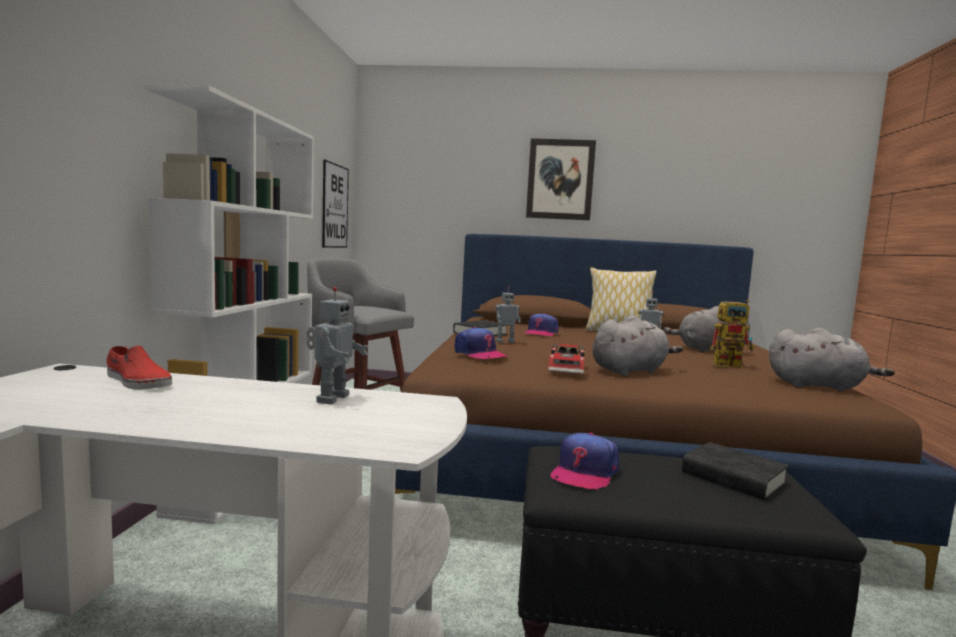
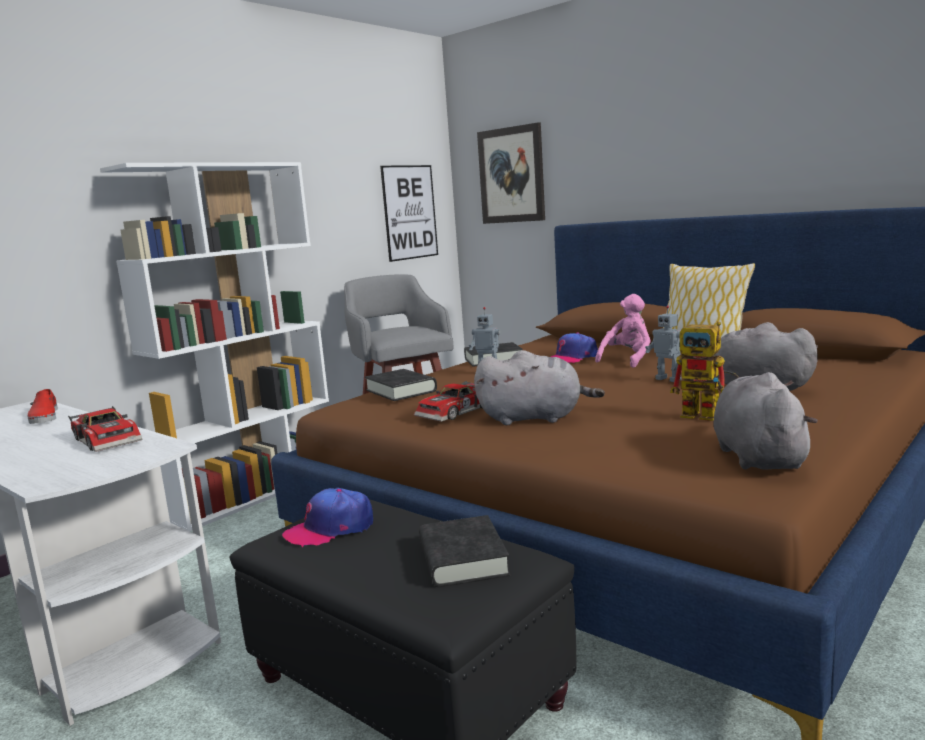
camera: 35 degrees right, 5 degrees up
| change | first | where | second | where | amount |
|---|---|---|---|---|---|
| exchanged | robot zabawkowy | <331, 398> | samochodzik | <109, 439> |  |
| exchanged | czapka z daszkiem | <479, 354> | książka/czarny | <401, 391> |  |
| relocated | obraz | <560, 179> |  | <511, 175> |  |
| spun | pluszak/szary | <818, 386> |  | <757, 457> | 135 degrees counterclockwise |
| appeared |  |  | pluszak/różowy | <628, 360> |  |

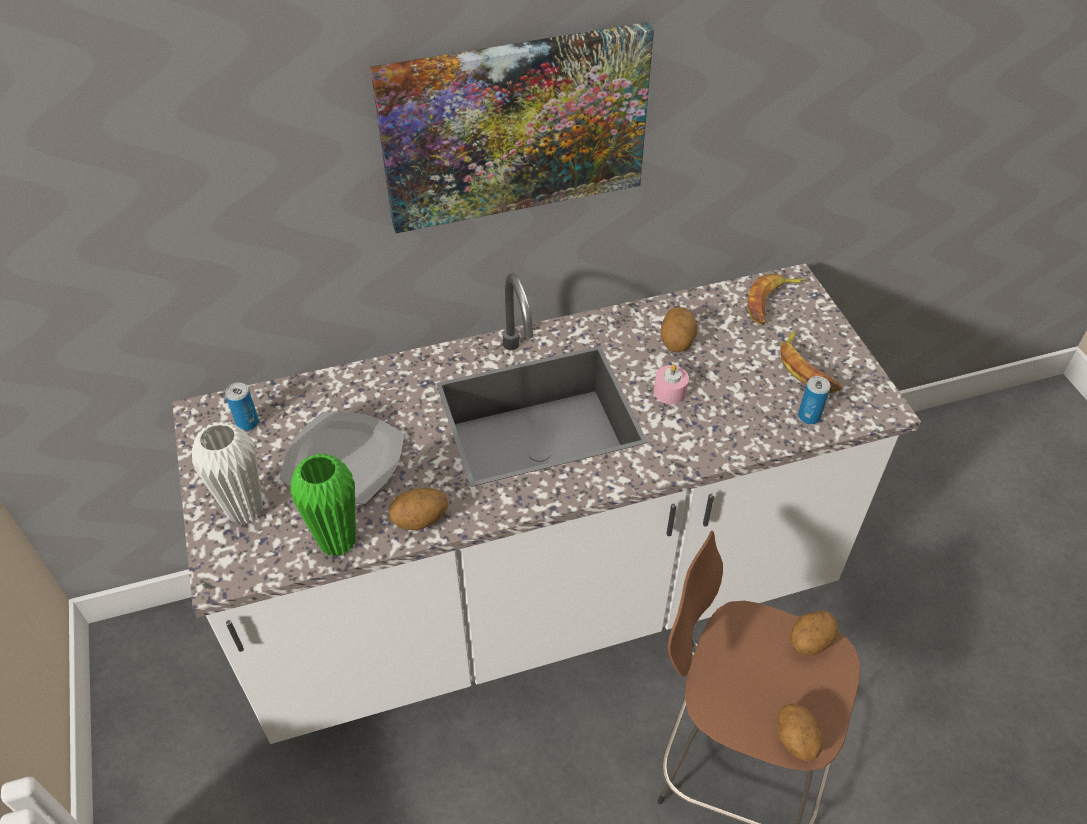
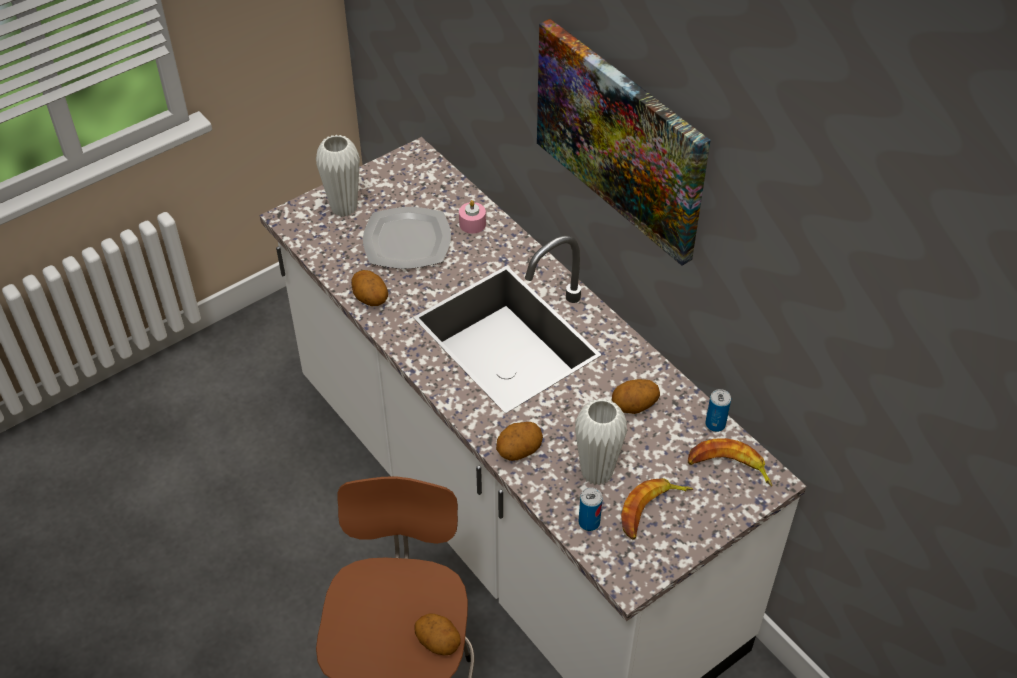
camera: 70 degrees right, 0 degrees up
| change | first | where | second | where | amount |
|---|---|---|---|---|---|
| relocated | puszka | <247, 423> |  | <715, 424> |  |
| missing | wazon/zielony | <337, 541> |  |  |  |
| relocated | świeca/różowy | <670, 391> |  | <472, 224> |  |
| relocated | ziemniak | <794, 740> |  | <519, 451> |  |
| appeared |  |  | wazon/biały | <596, 473> |  |

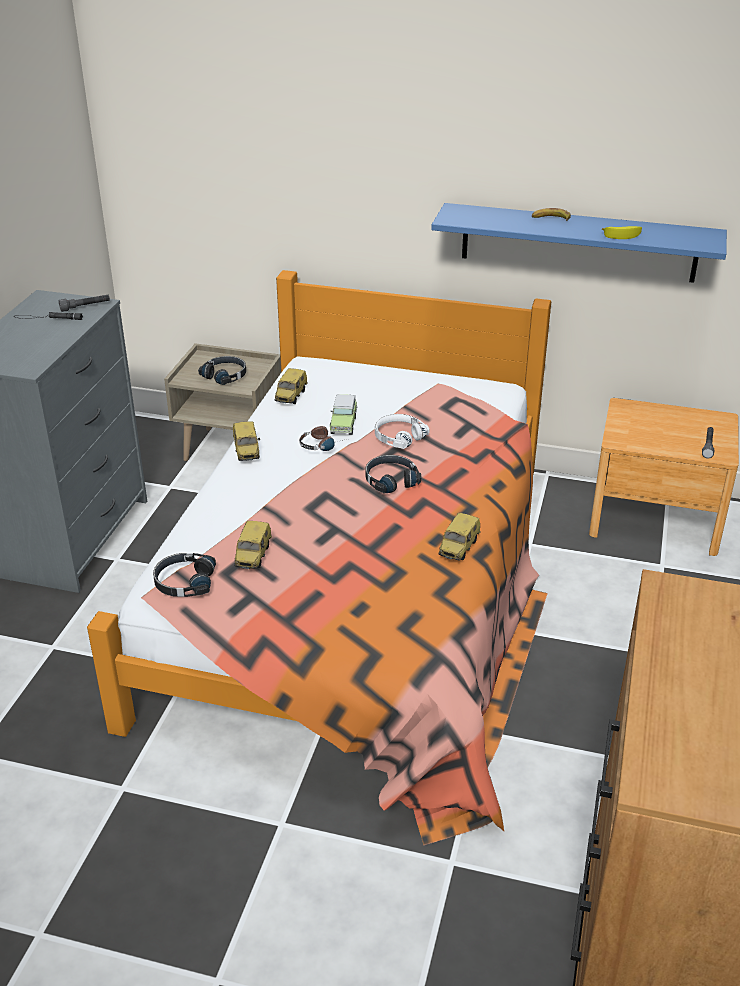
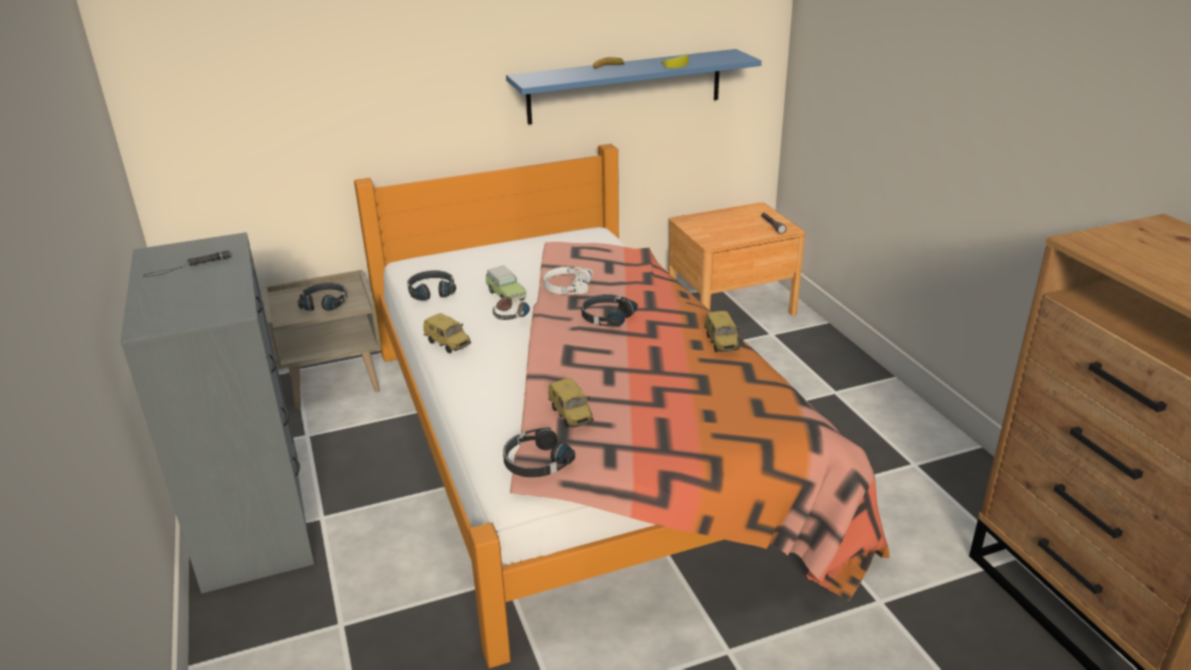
camera: 35 degrees left, 5 degrees down
| change | first | where | second | where | amount |
|---|---|---|---|---|---|
| missing | latarka/szary | <85, 307> |  |  |  |
| exchanged | samochodzik | <291, 397> | słuchawki/czarny | <431, 291> |  |

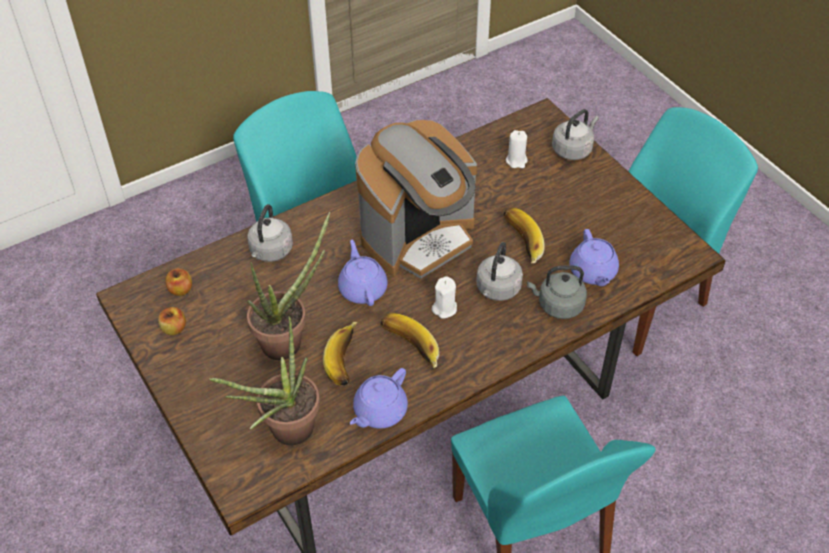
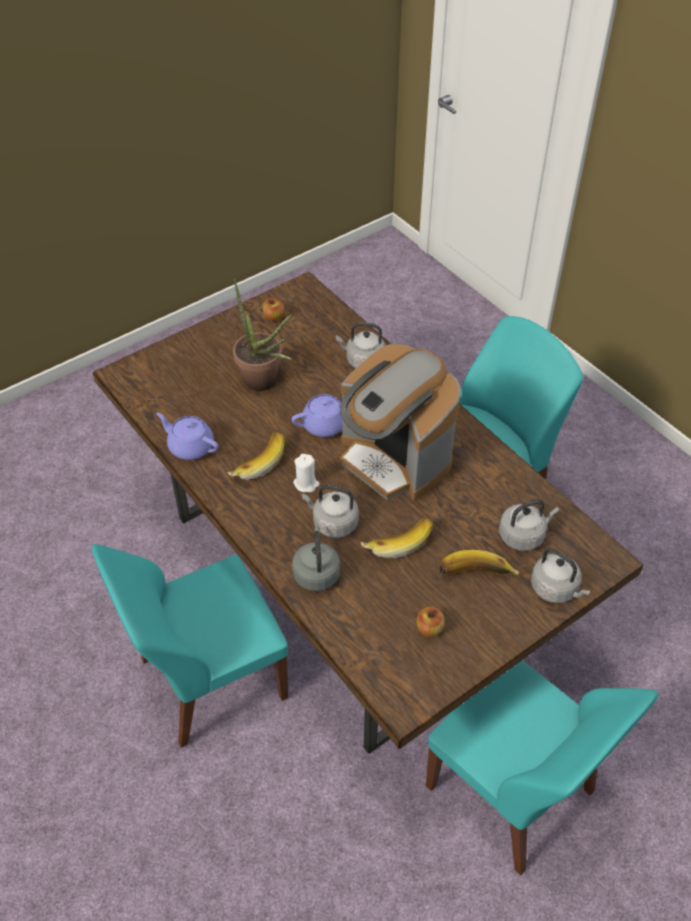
camera: 85 degrees right, 0 degrees up
| change | first | where | second | where | amount |
|---|---|---|---|---|---|
| relocated | jabłko | <181, 290> |  | <429, 629> |  |
| missing | roślina doniczkowa | <284, 433> |  |  |  |
| relocated | banan | <347, 361> |  | <476, 577> |  |
| exchanged | świeca/biały | <516, 161> | czajnik/szary | <523, 535> |  |
| missing | imbryk/fioletowy | <593, 272> |  |  |  |

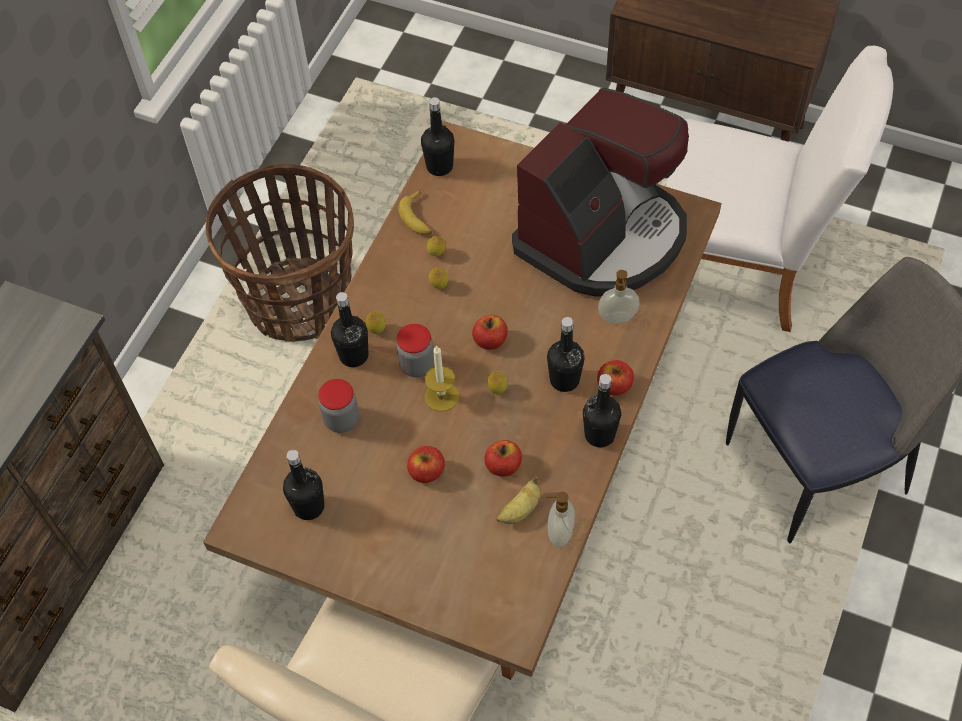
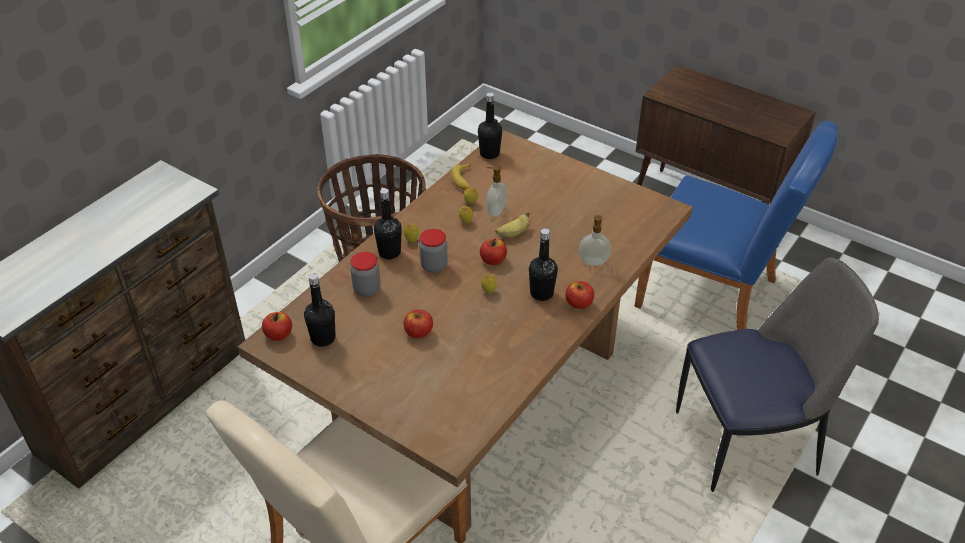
camera: 10 degrees right, 15 degrees down
| change | first | where | second | where | amount |
|---|---|---|---|---|---|
| missing | świeca | <441, 396> |  |  |  |
| relocated | jabłko | <503, 466> |  | <279, 335> |  |
| relocated | banan | <520, 510> |  | <513, 234> |  |
| missing | ekspres do kawy | <603, 236> |  |  |  |
| relocated | dozownik mydła | <559, 533> |  | <495, 211> |  |
| missing | butelka/czarny | <599, 434> |  |  |  |
| colour | krzesło/biały | <742, 267> | krzesło/niebieski | <716, 298> |  |

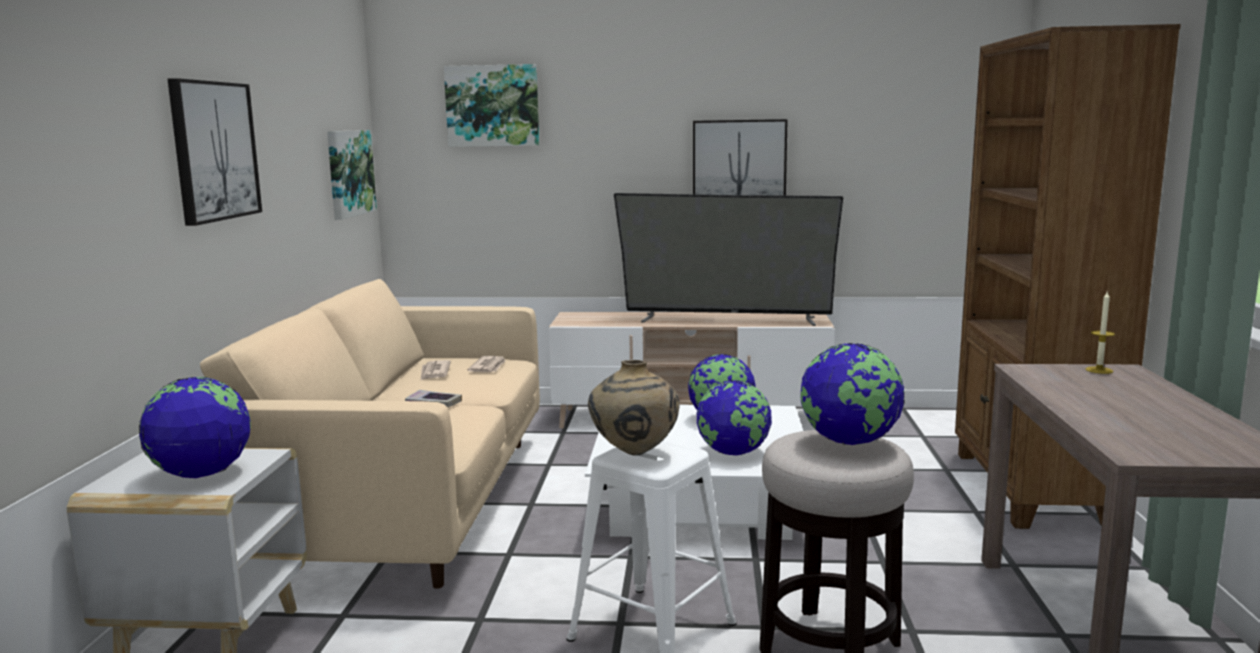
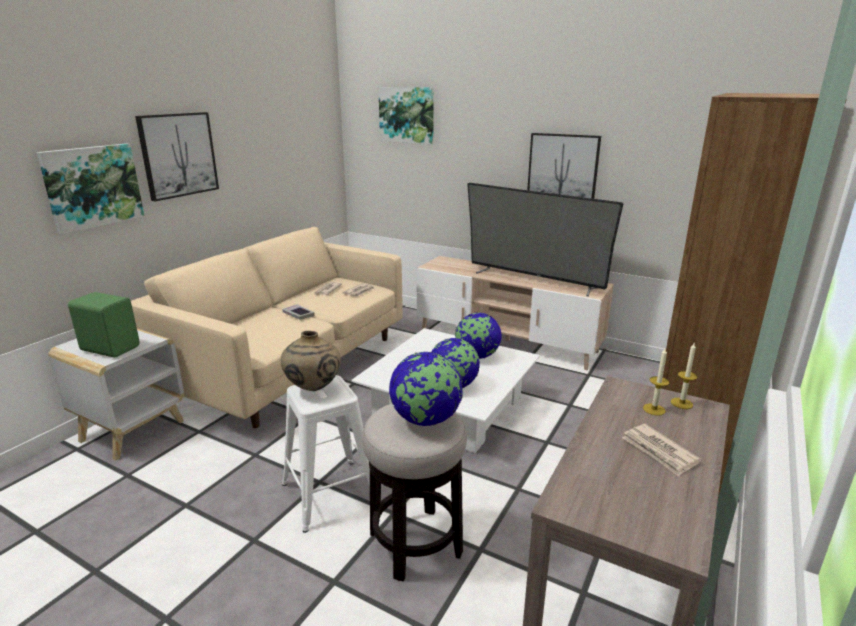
camera: 25 degrees right, 10 degrees up
| change | first | where | second | where | amount |
|---|---|---|---|---|---|
| exchanged | globus | <201, 474> | głośnik/zielony | <111, 348> |  |
| relocated | obraz | <349, 173> |  | <92, 186> |  |
| appeared |  |  | gazeta | <659, 451> |  |
| appeared |  |  | świeca | <654, 409> |  |

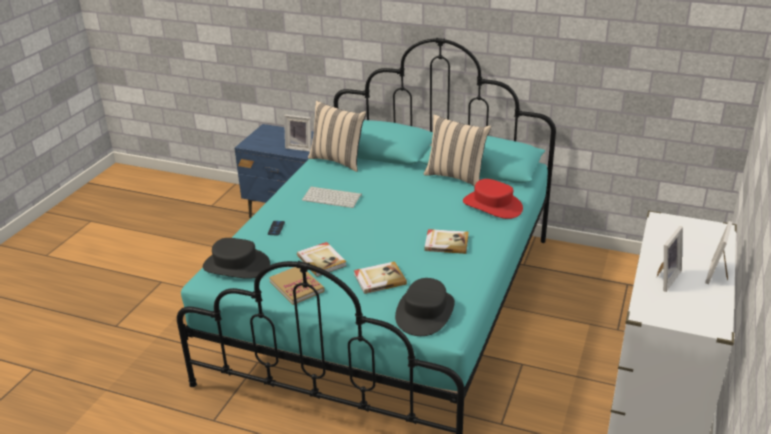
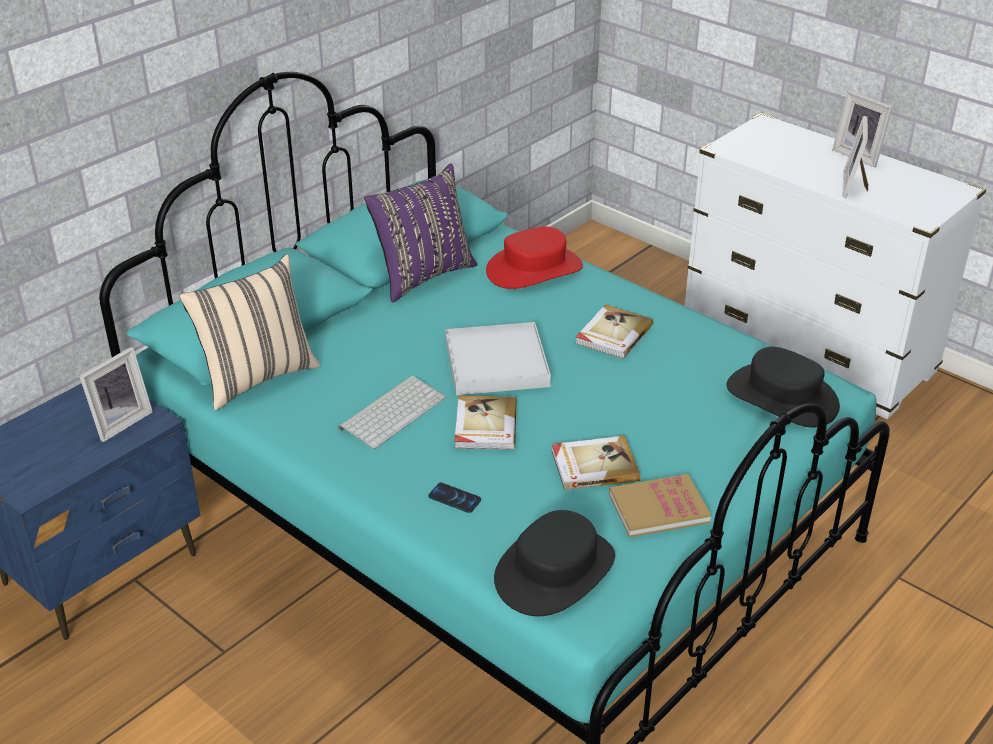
camera: 70 degrees left, 5 degrees up
| change | first | where | second | where | amount |
|---|---|---|---|---|---|
| relocated | książka | <379, 279> |  | <484, 426> |  |
| colour | poduszka/beżowy | <456, 176> | poduszka/fioletowy | <422, 275> |  |
| spun | ramka na zdjęcie | <664, 278> |  | <855, 186> | 135 degrees counterclockwise |
| appeared |  |  | taca/biały | <497, 363> |  |

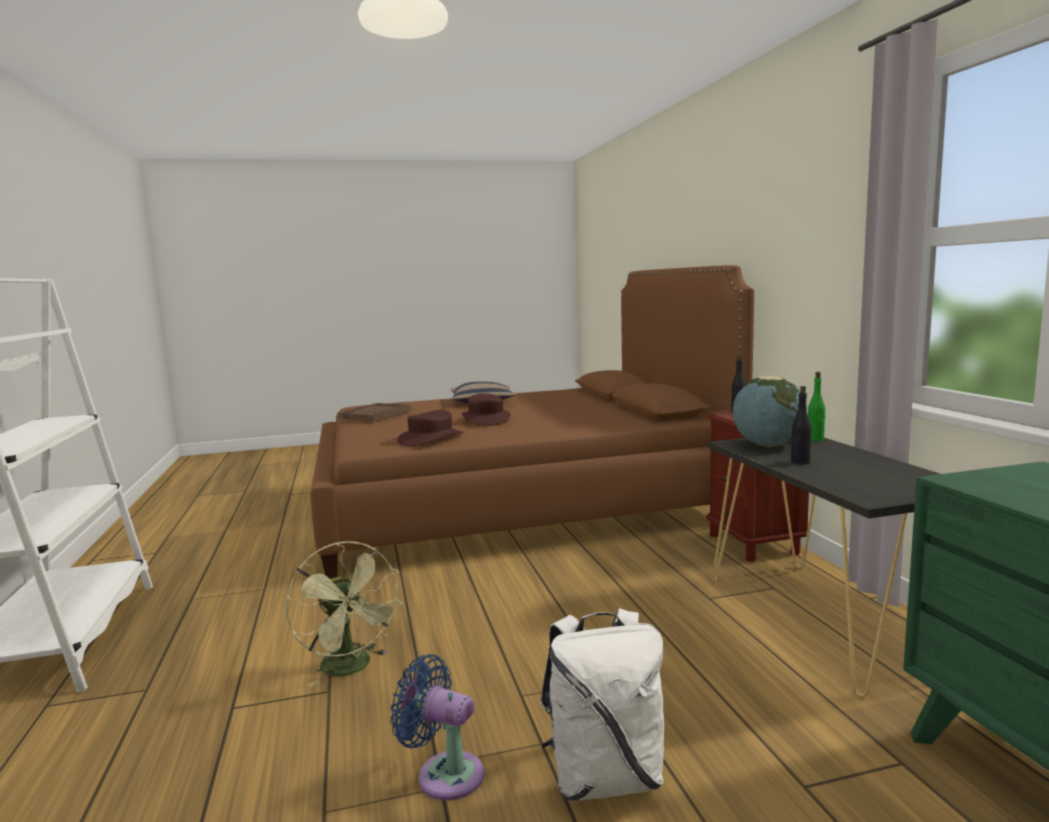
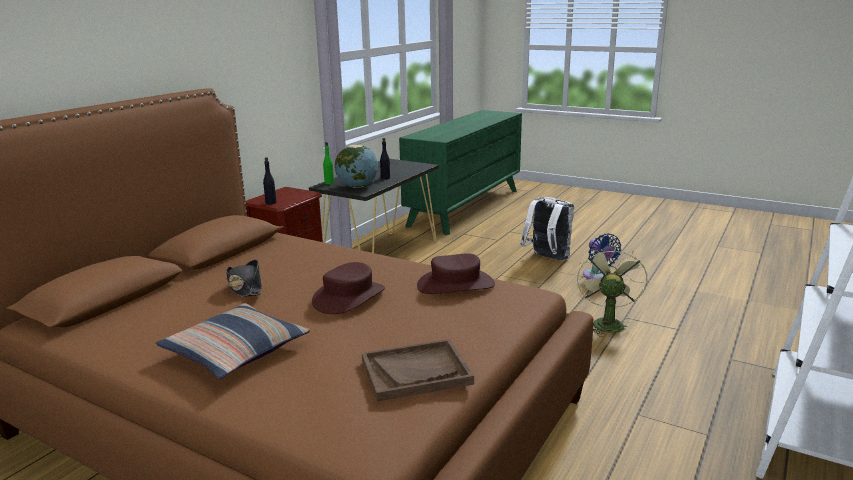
camera: 135 degrees left, 10 degrees up
| change | first | where | second | where | amount |
|---|---|---|---|---|---|
| appeared |  |  | kapelusz/czarny | <245, 287> |  |

